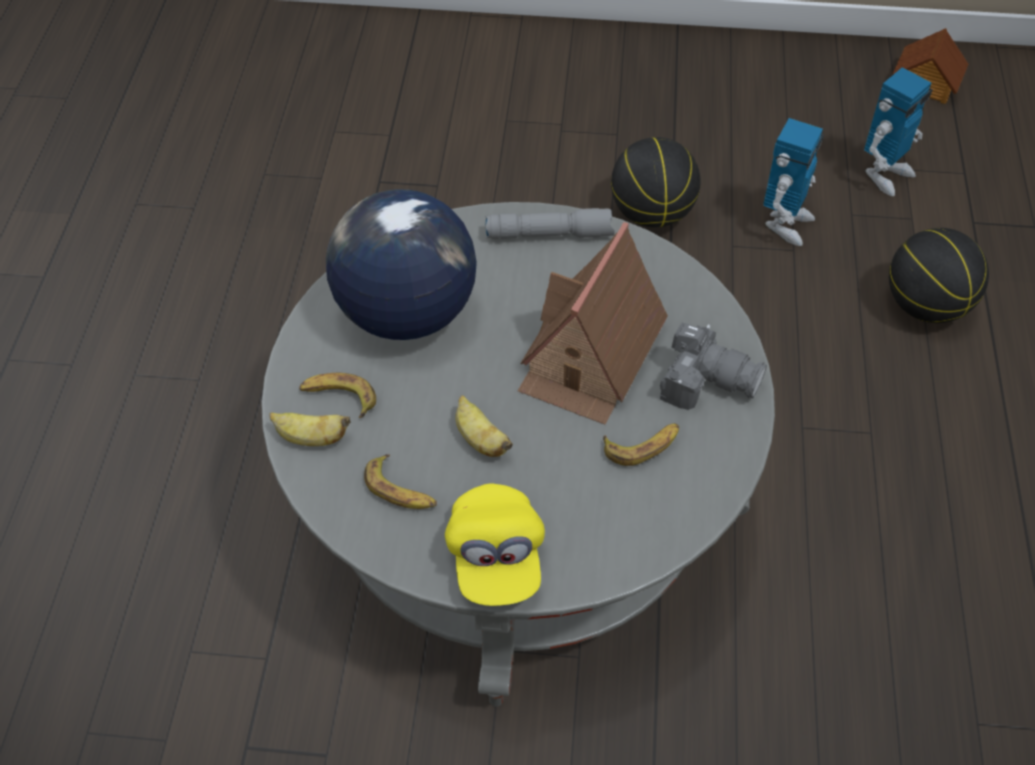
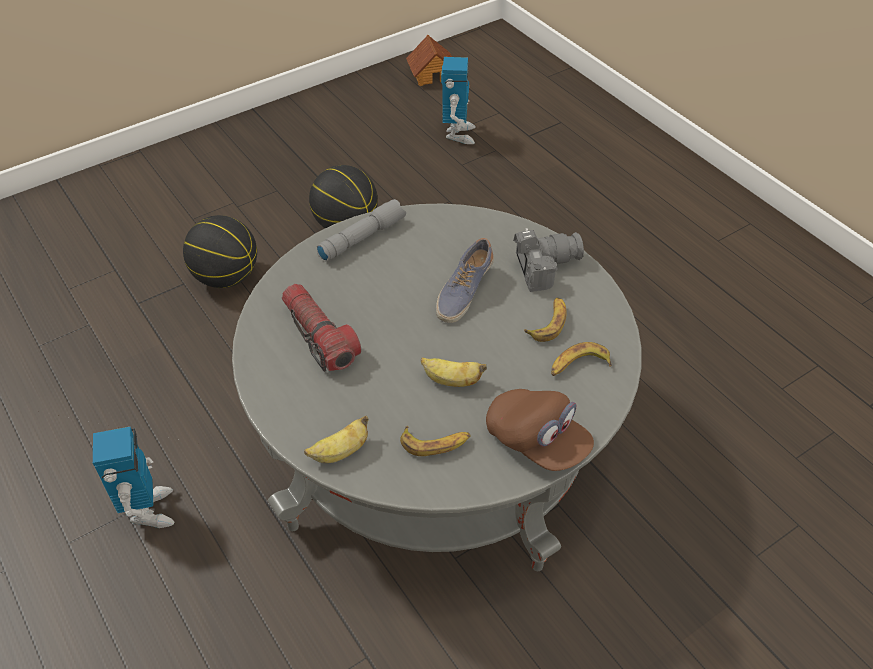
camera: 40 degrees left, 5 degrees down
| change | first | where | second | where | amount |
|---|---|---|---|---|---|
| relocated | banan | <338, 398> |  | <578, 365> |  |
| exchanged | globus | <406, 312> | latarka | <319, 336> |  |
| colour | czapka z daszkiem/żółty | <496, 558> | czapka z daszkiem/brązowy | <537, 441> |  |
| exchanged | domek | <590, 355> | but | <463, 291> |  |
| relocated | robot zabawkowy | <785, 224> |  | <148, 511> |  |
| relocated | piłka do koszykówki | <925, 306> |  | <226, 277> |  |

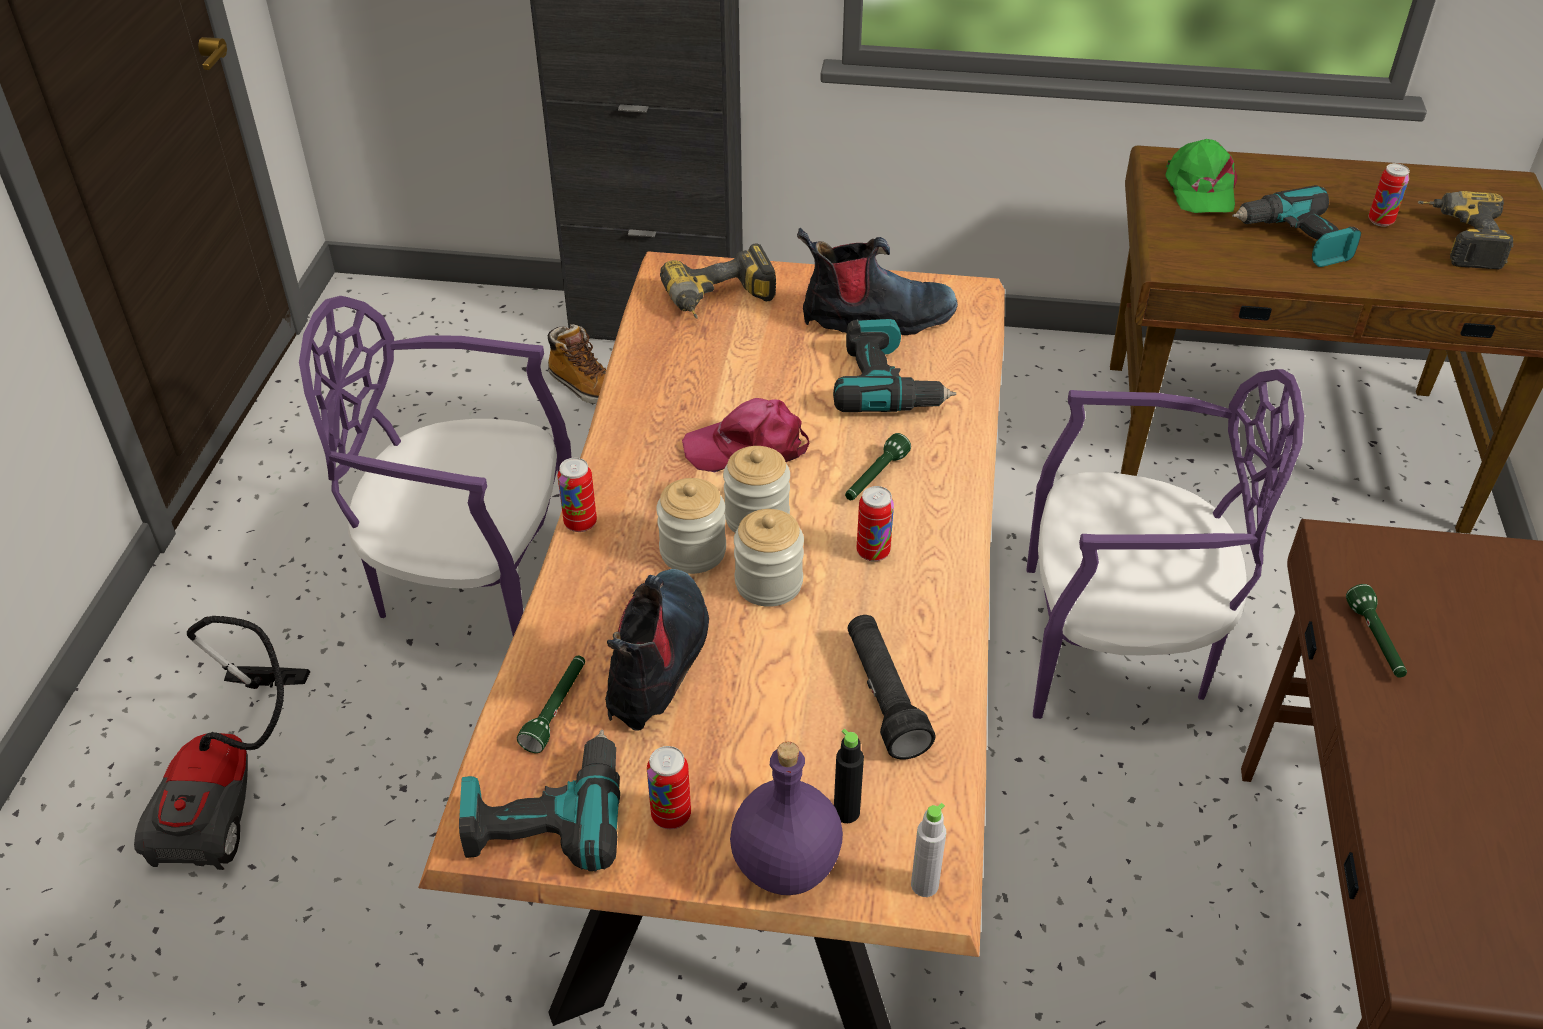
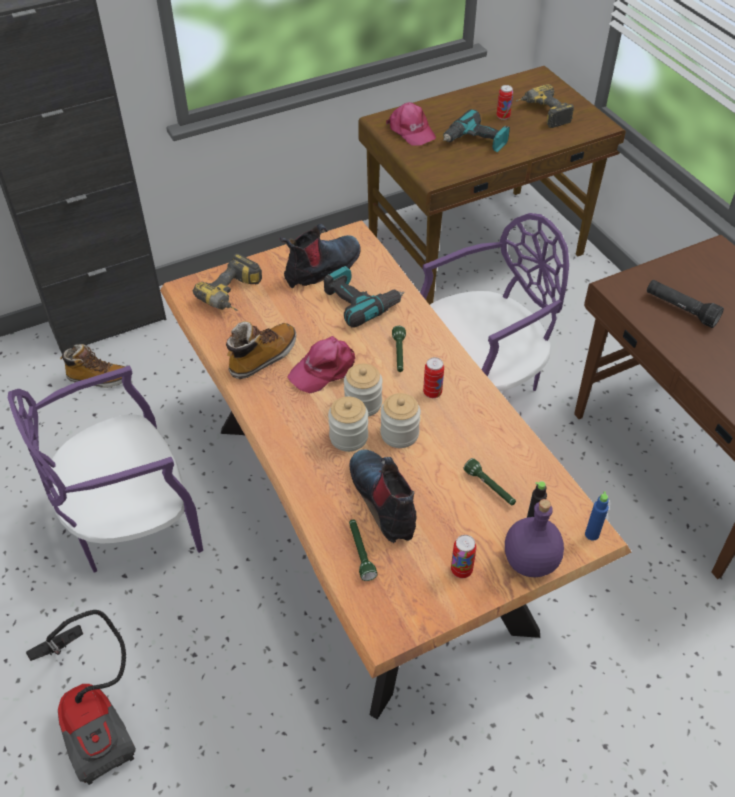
camera: 35 degrees left, 5 degrees up
| change | first | where | second | where | amount |
|---|---|---|---|---|---|
| missing | wiertarka | <545, 816> |  |  |  |
| missing | puszka | <580, 523> |  |  |  |
| relocated | latarka/czarny | <884, 697> |  | <680, 309> |  |
| colour | butelka/szary | <924, 885> | butelka/niebieski | <592, 534> |  |
| colour | czapka z daszkiem/zielony | <1200, 189> | czapka z daszkiem/różowy | <411, 131> |  |
| relocated | latarka/zielony | <1375, 641> |  | <490, 488> |  |
| appeared |  |  | but z cholewką | <263, 357> |  |

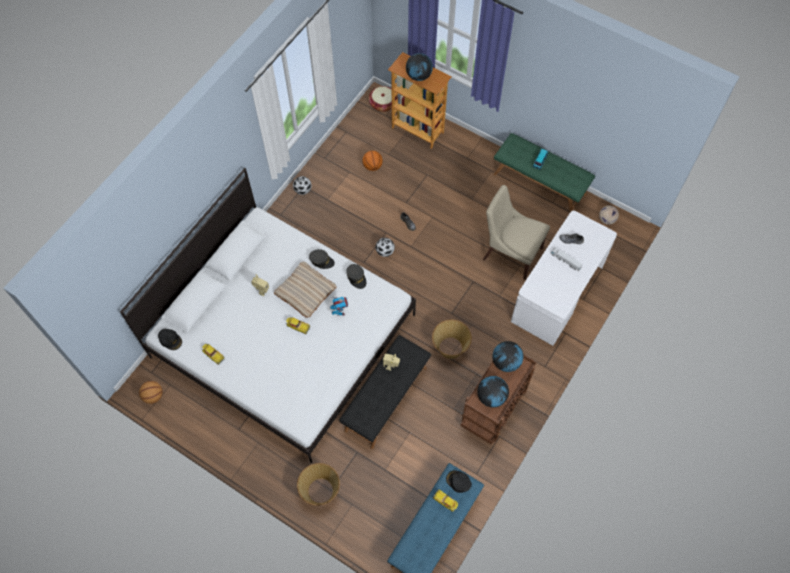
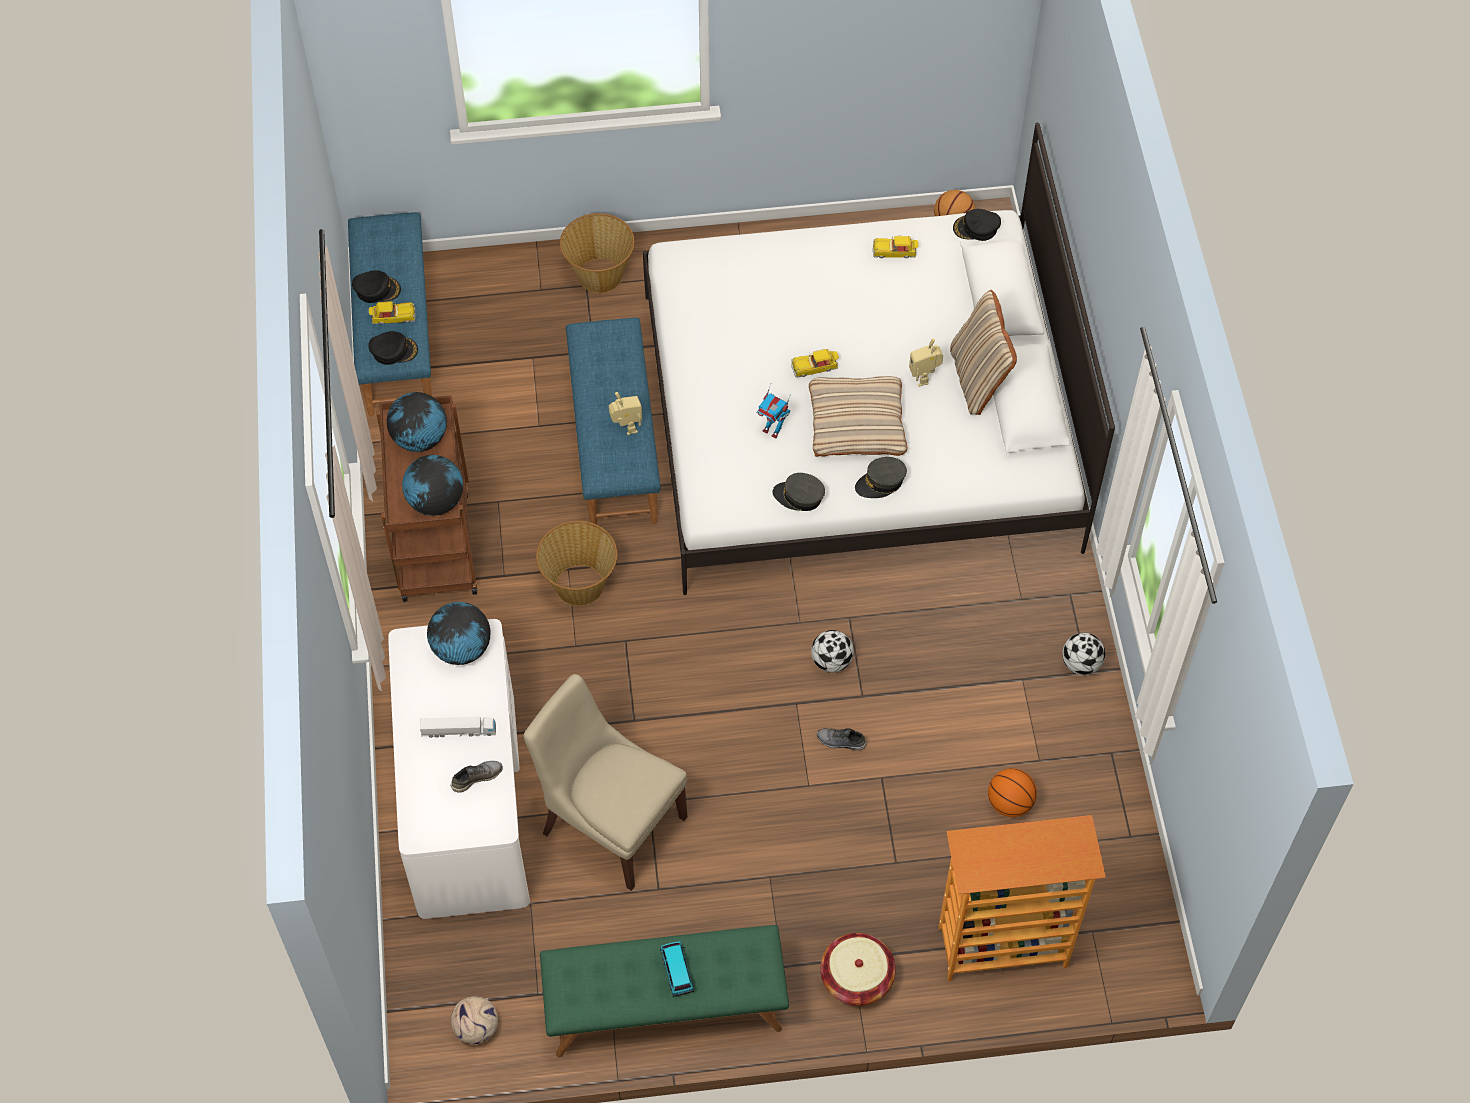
camera: 140 degrees right, 5 degrees down
| change | first | where | second | where | amount |
|---|---|---|---|---|---|
| colour | ławka/czarny | <385, 398> | ławka/niebieski | <616, 444> |  |
| relocated | koszyk | <383, 104> |  | <856, 977> |  |
| relocated | globus | <419, 76> |  | <461, 649> |  |
| spun | krzesło/beżowy | <510, 252> |  | <610, 822> | 135 degrees counterclockwise |
| appeared |  |  | czapka z daszkiem/czarny | <377, 289> |  |
| appeared |  |  | poduszka/beżowy | <978, 379> |  |

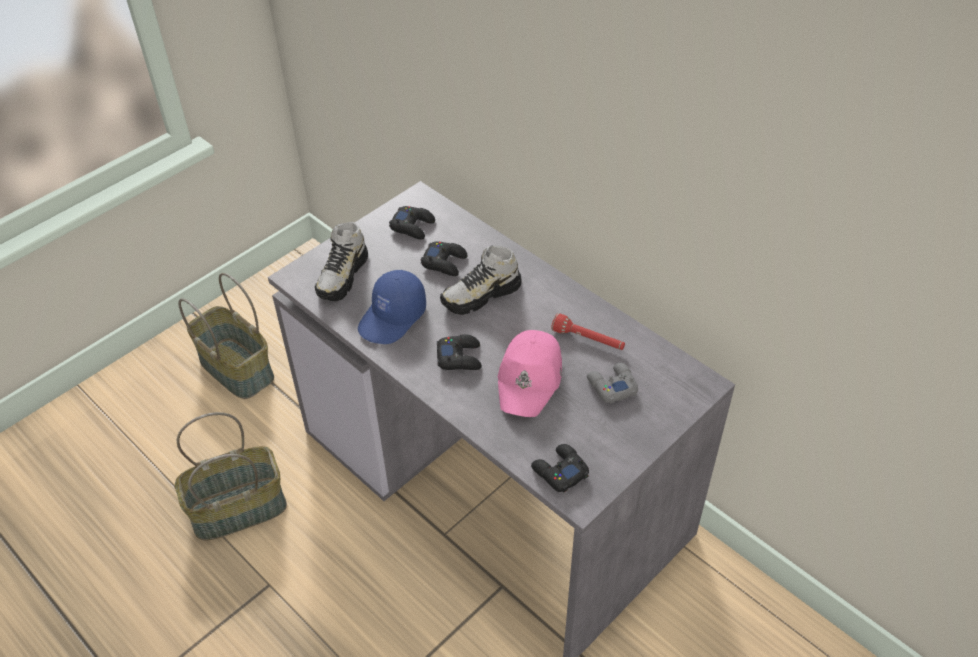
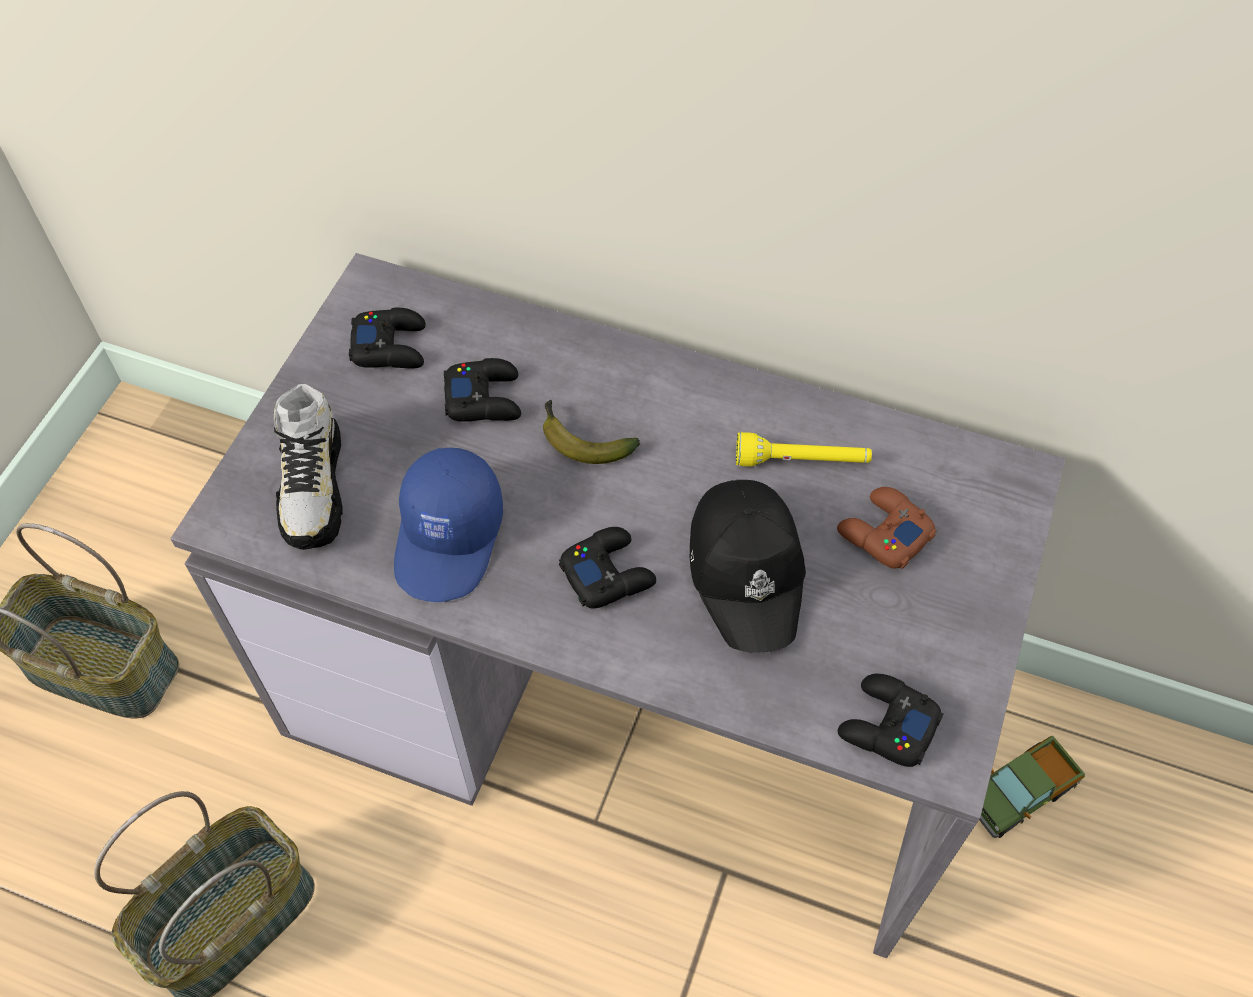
camera: 25 degrees left, 10 degrees up
| change | first | where | second | where | amount |
|---|---|---|---|---|---|
| exchanged | but | <481, 295> | banan | <581, 440> |  |
| colour | czapka z daszkiem/różowy | <530, 379> | czapka z daszkiem/czarny | <748, 570> |  |
| colour | latarka/czerwony | <588, 340> | latarka/żółty | <801, 461> |  |
| colour | pad do gier/szary | <611, 386> | pad do gier/brązowy | <883, 533> |  |
| appeared |  |  | ciężarówka zabawkowa | <1019, 793> |  |

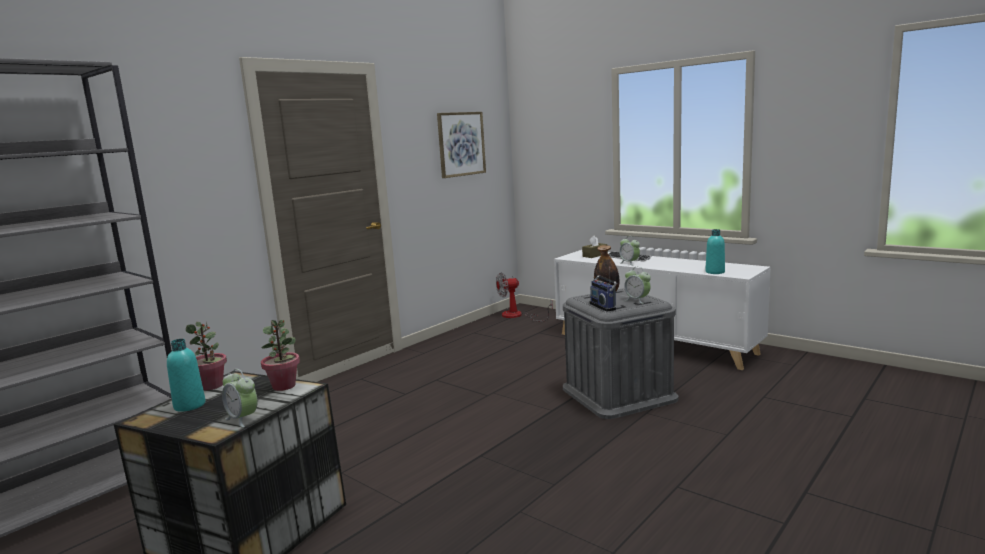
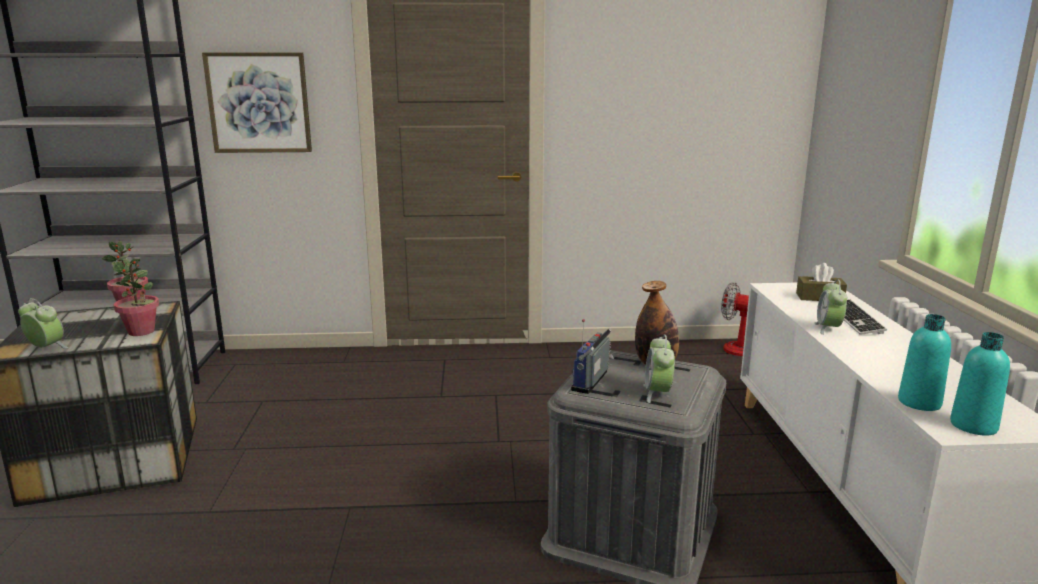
camera: 45 degrees right, 5 degrees up
| change | first | where | second | where | amount |
|---|---|---|---|---|---|
| relocated | butelka/turkusowy | <189, 405> |  | <973, 426> |  |
| spun | budzik | <243, 419> |  | <46, 348> | 120 degrees clockwise |
| relocated | obraz | <461, 144> |  | <259, 103> |  |

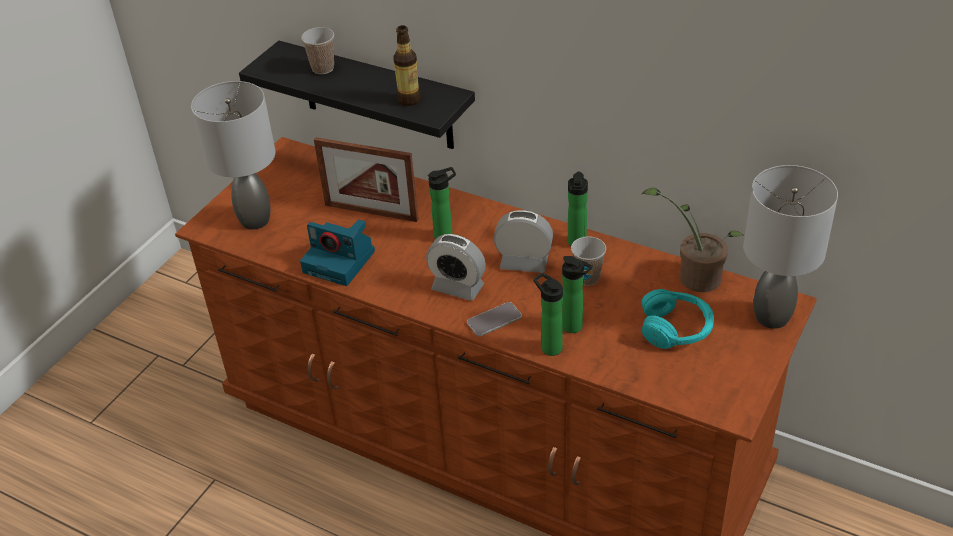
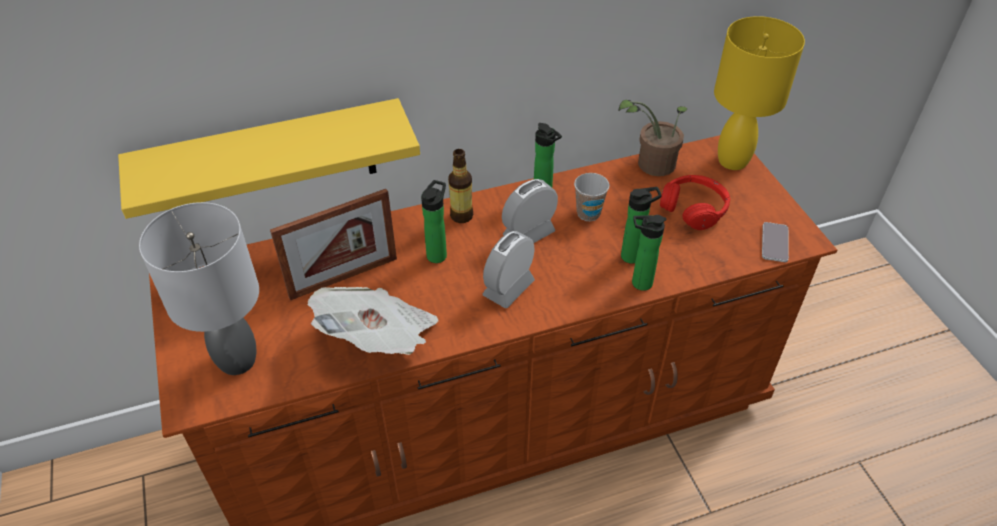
camera: 50 degrees left, 5 degrees up
| change | first | where | second | where | amount |
|---|---|---|---|---|---|
| colour | półka/czarny | <376, 96> | półka/żółty | <272, 159> |  |
| exchanged | aparat fotograficzny | <341, 261> | gazeta | <379, 338> |  |
| missing | filiżanka | <323, 68> |  |  |  |
| relocated | butelka | <409, 100> |  | <461, 216> |  |
| spun | budzik | <457, 287> |  | <508, 288> | 150 degrees clockwise |
| relocated | telefon | <494, 320> |  | <774, 243> |  |
| colour | słuchawki/turkusowy | <676, 328> | słuchawki/czerwony | <694, 209> |  |
| colour | lampa stołowa/szary | <772, 318> | lampa stołowa/żółty | <733, 161> |  |

